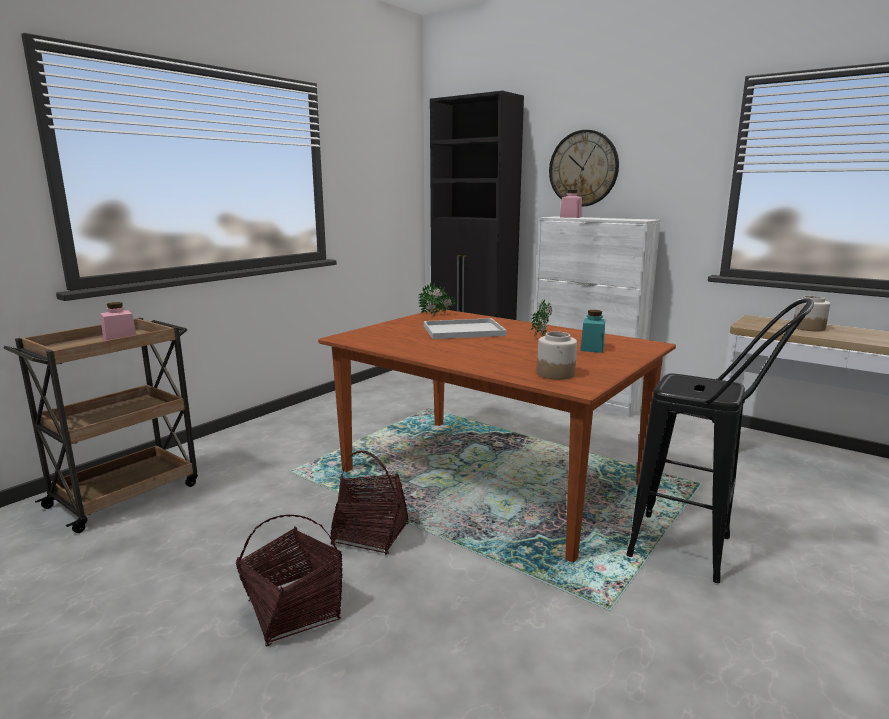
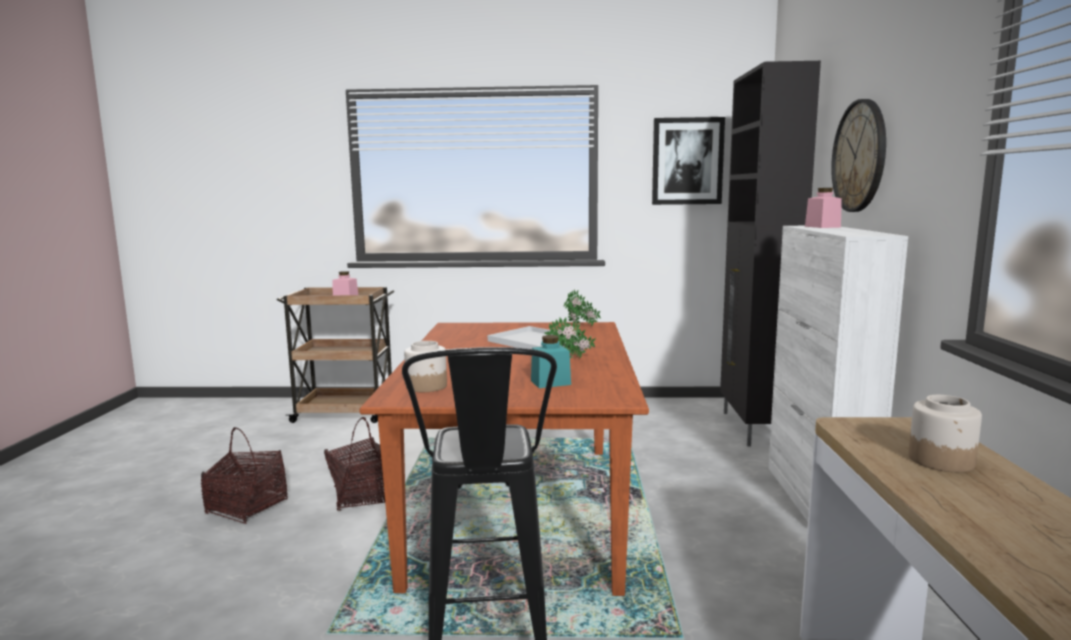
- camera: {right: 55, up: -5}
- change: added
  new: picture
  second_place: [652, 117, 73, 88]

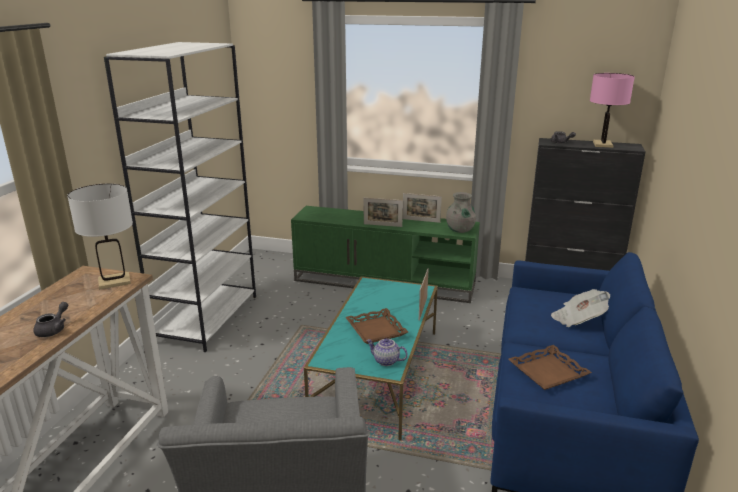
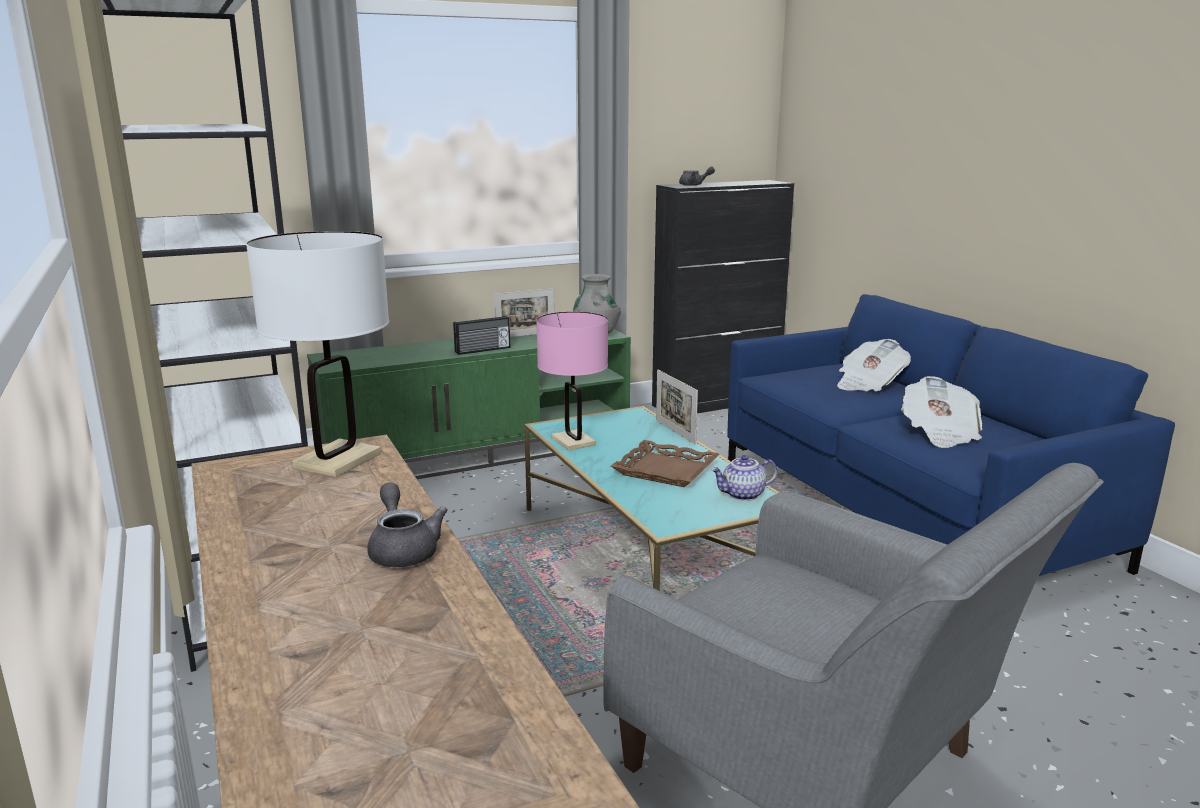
- camera: {right: -40, up: -5}
- change: replaced
  old: picture frame
  new: radio
  first_place: [364, 198, 39, 29]
  second_place: [453, 316, 57, 39]
- change: moved
  old: table lamp in pink
  first_place: [590, 73, 45, 75]
  second_place: [536, 312, 72, 138]
- change: replaced
  old: tray in brown
  new: newspaper
  first_place: [508, 345, 84, 45]
  second_place: [902, 376, 80, 72]

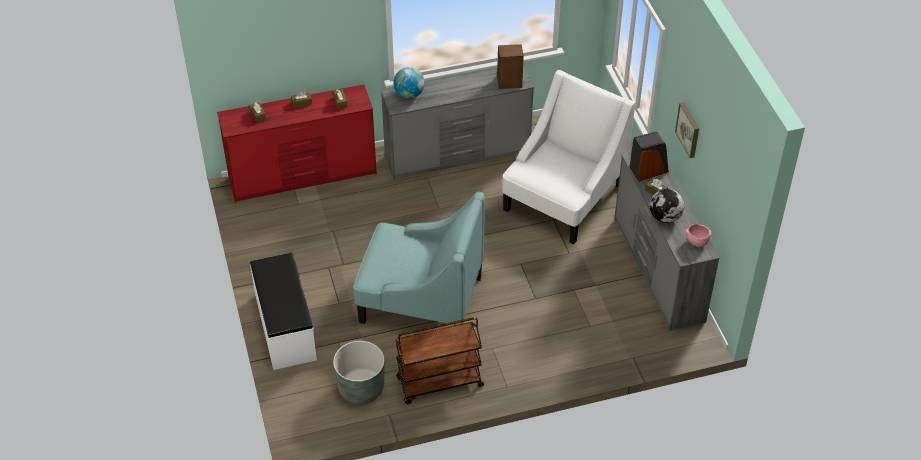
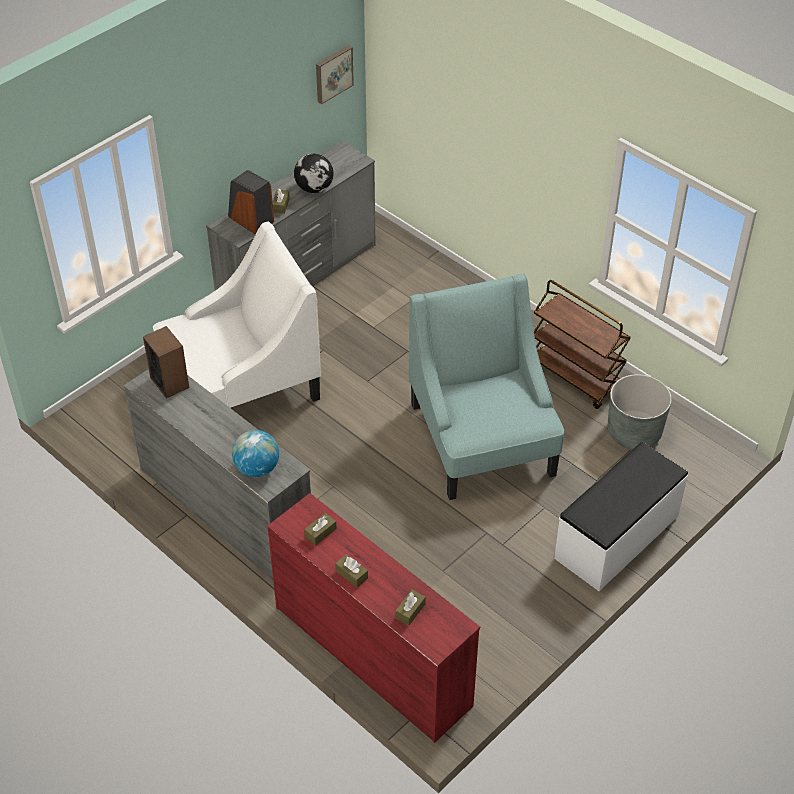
- camera: {right: -120, up: 0}
- change: turned
  old: armchair in white
  first_place: [502, 70, 133, 174]
  second_place: [153, 222, 168, 186]
  degrees: 150
- change: moved
  old: picture
  first_place: [675, 103, 24, 55]
  second_place: [316, 45, 38, 59]
- change: removed
  old: bowl in pink
  first_place: [686, 224, 25, 23]

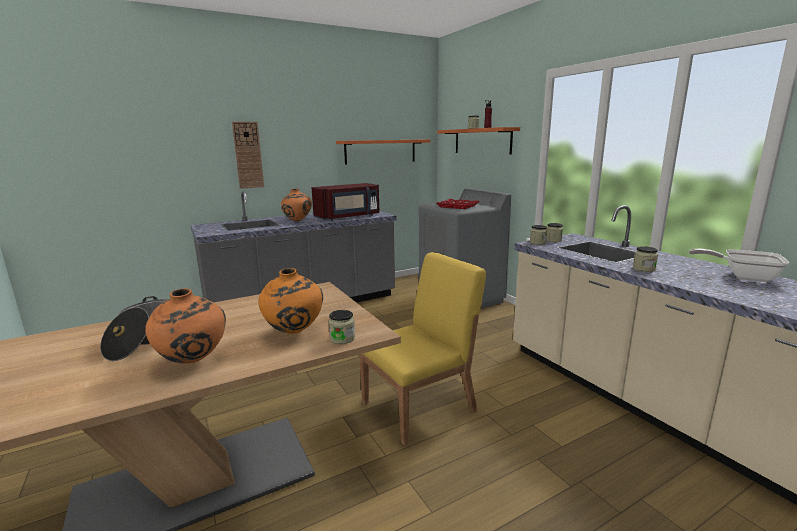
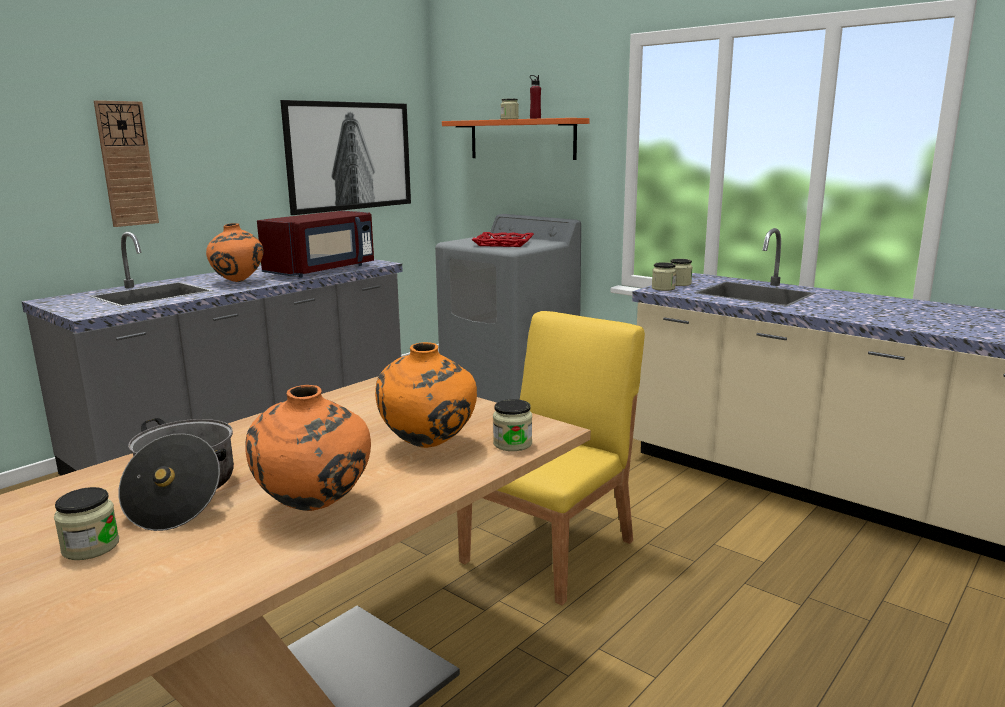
- camera: {right: -20, up: 0}
- change: moved
  old: jar
  first_place: [633, 246, 25, 26]
  second_place: [54, 487, 65, 73]
- change: replaced
  old: shelf in orange
  new: picture
  first_place: [336, 139, 95, 25]
  second_place: [280, 100, 131, 115]
- change: removed
  old: frying pan
  first_place: [689, 249, 100, 33]

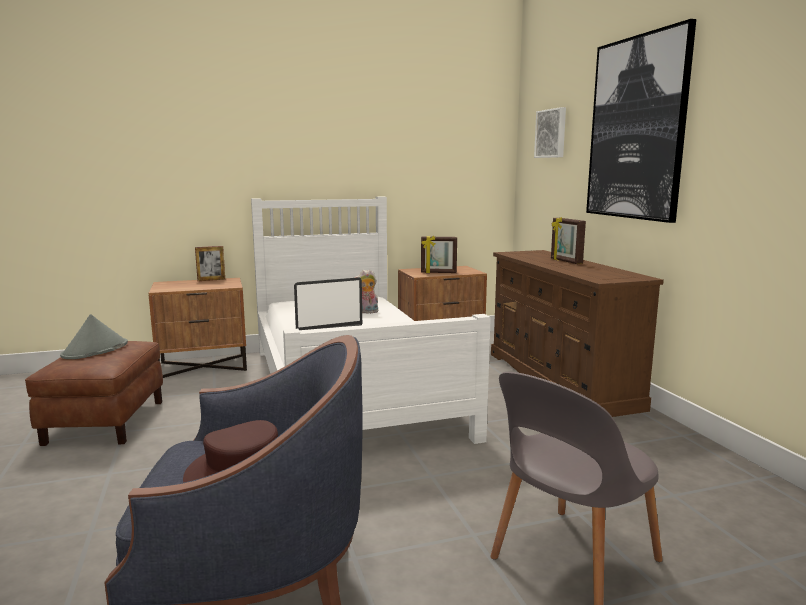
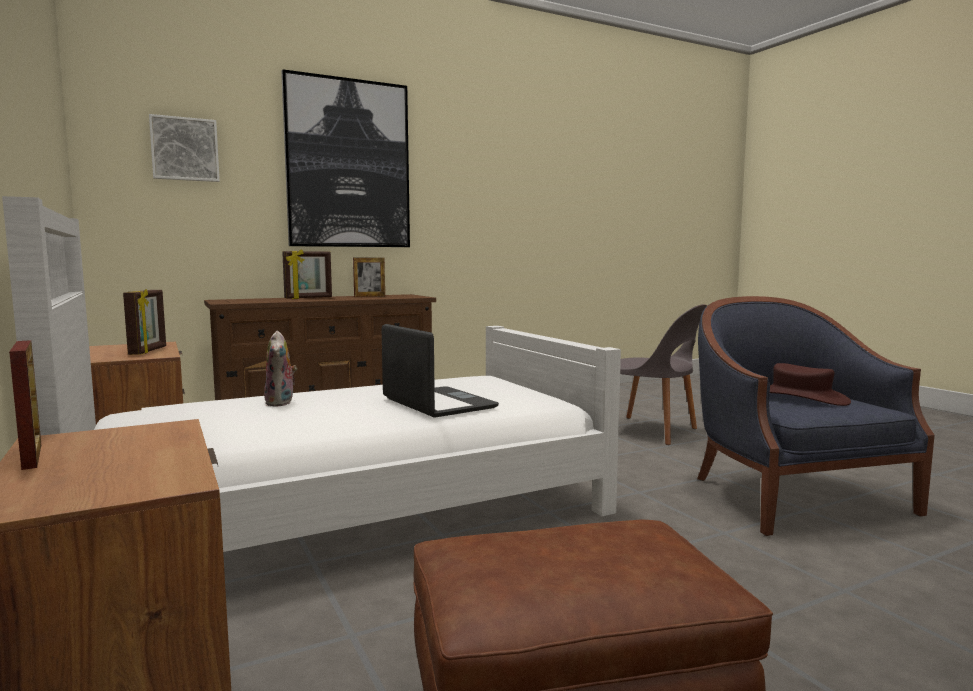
- camera: {right: -100, up: -5}
- change: added
  new: picture frame
  second_place: [353, 258, 32, 39]
- change: removed
  old: hat in grey
  first_place: [60, 314, 68, 45]

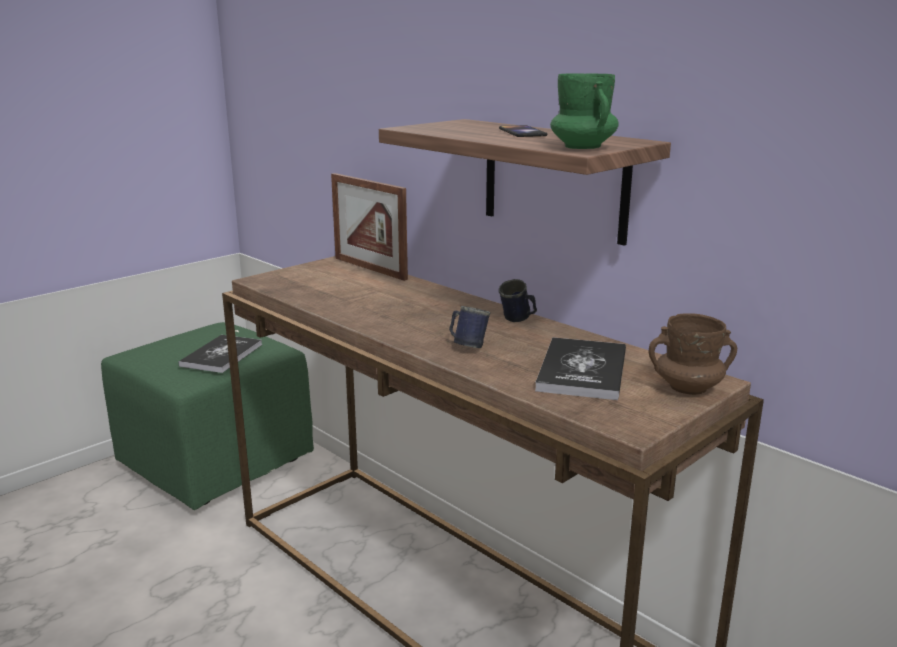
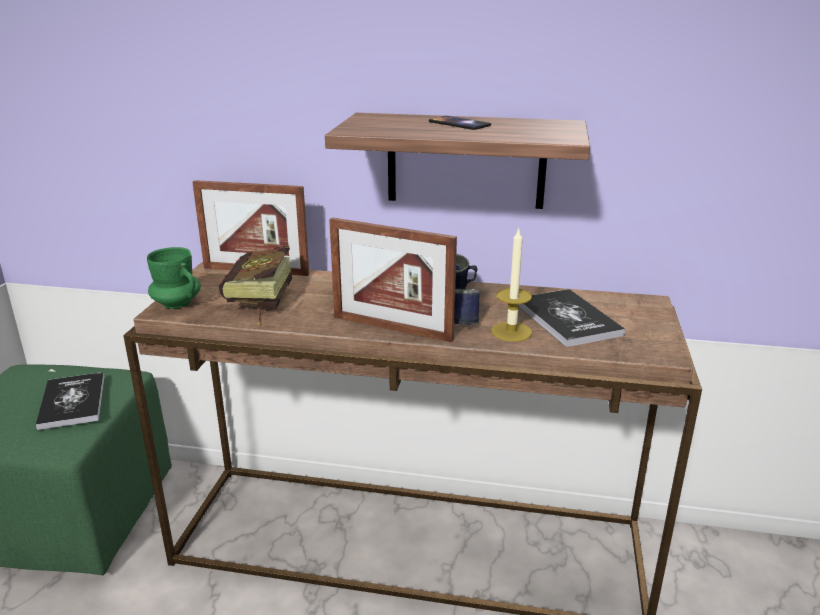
- camera: {right: -35, up: 5}
- change: moved
  old: mug in green
  first_place: [550, 73, 69, 76]
  second_place: [147, 247, 54, 62]
- change: added
  new: book
  second_place: [219, 245, 73, 80]
- change: added
  new: picture frame
  second_place: [329, 218, 128, 124]
- change: added
  new: candle
  second_place: [491, 228, 41, 114]
- change: removed
  old: mug in brown
  first_place: [649, 313, 88, 82]

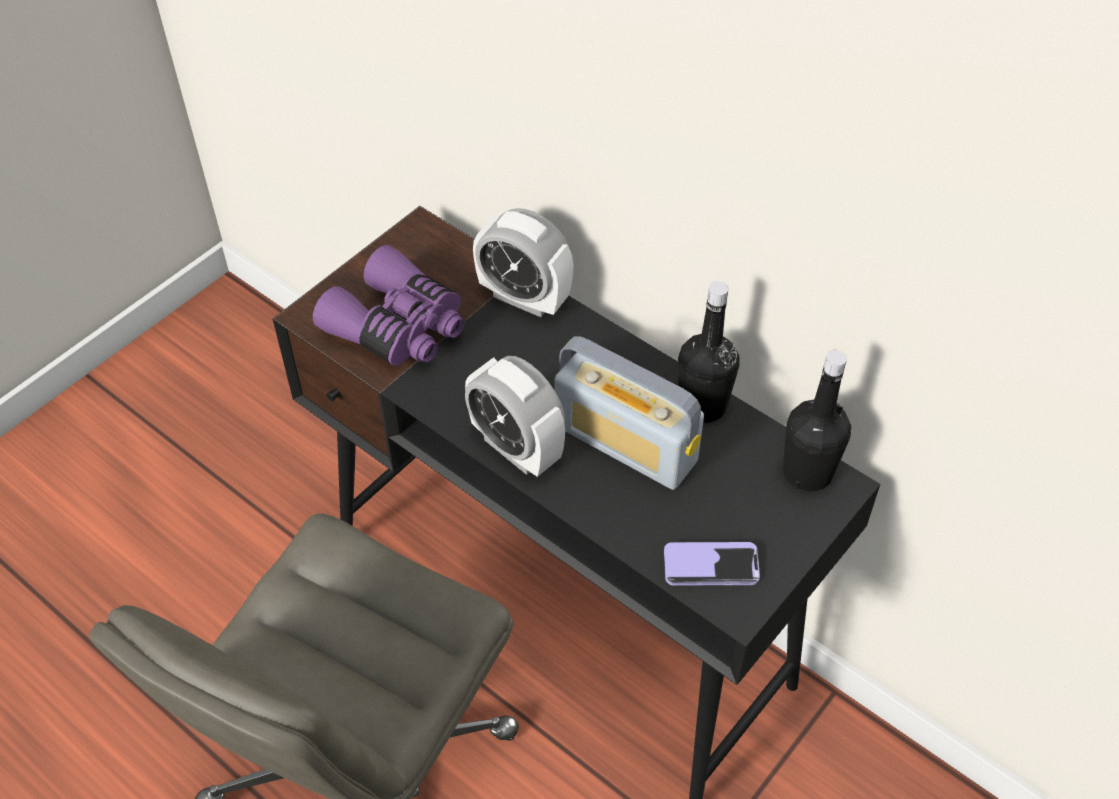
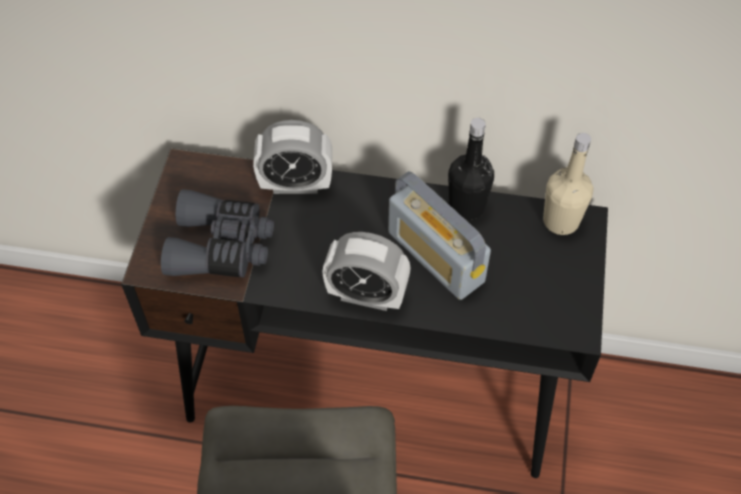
- camera: {right: -30, up: 5}
- change: recoloured
  old: binoculars in purple
  new: binoculars in grey
  first_place: [313, 245, 152, 121]
  second_place: [161, 189, 113, 89]
- change: turned
  old: radio
  first_place: [555, 336, 149, 154]
  second_place: [388, 171, 103, 129]
  degrees: 45
- change: recoloured
  old: bottle in black
  new: bottle in beige
  first_place: [783, 350, 68, 142]
  second_place: [543, 133, 50, 102]
- change: removed
  old: phone
  first_place: [664, 542, 96, 44]

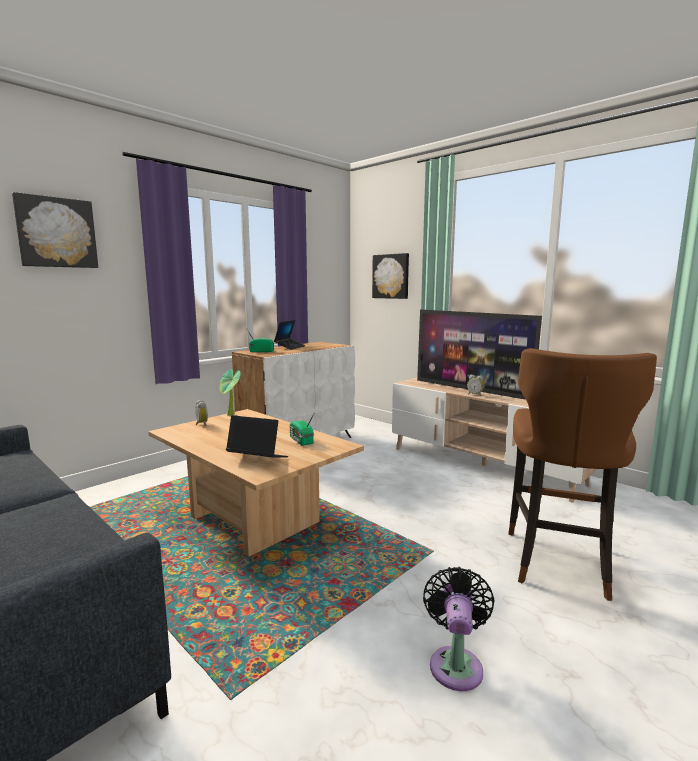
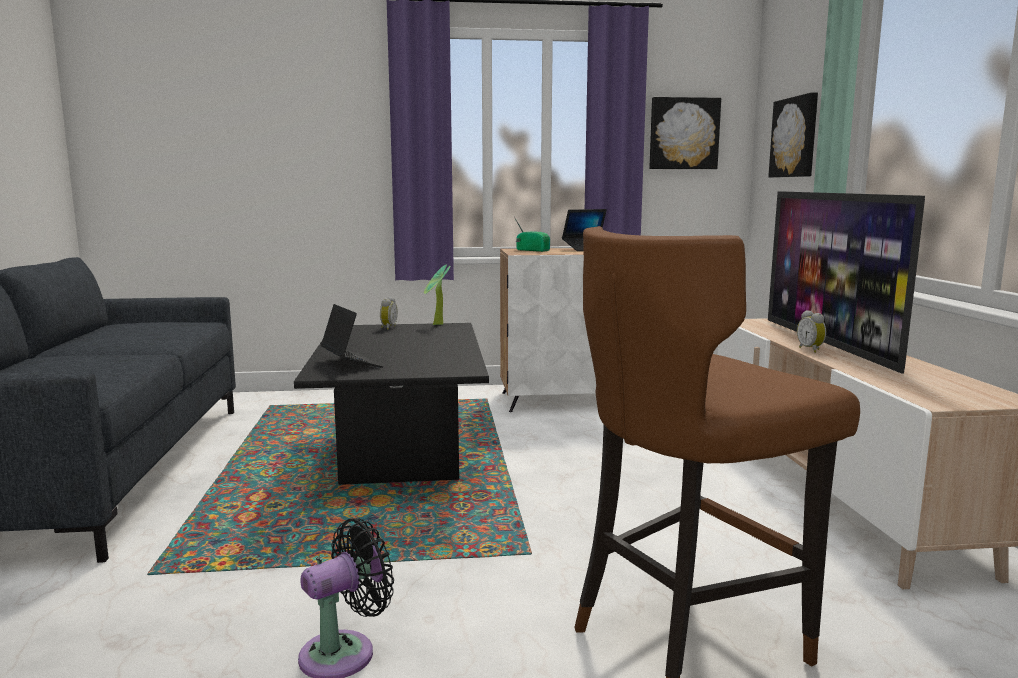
- camera: {right: 40, up: 0}
- change: recoloured
  old: coffee table in beige
  new: coffee table in black
  first_place: [148, 409, 216, 148]
  second_place: [294, 323, 195, 162]
- change: moved
  old: picture
  first_place: [12, 192, 86, 76]
  second_place: [649, 97, 72, 72]
- change: removed
  old: radio
  first_place: [290, 412, 25, 34]

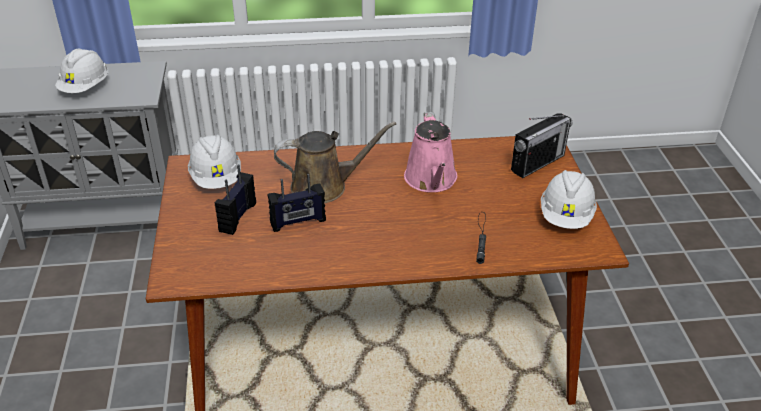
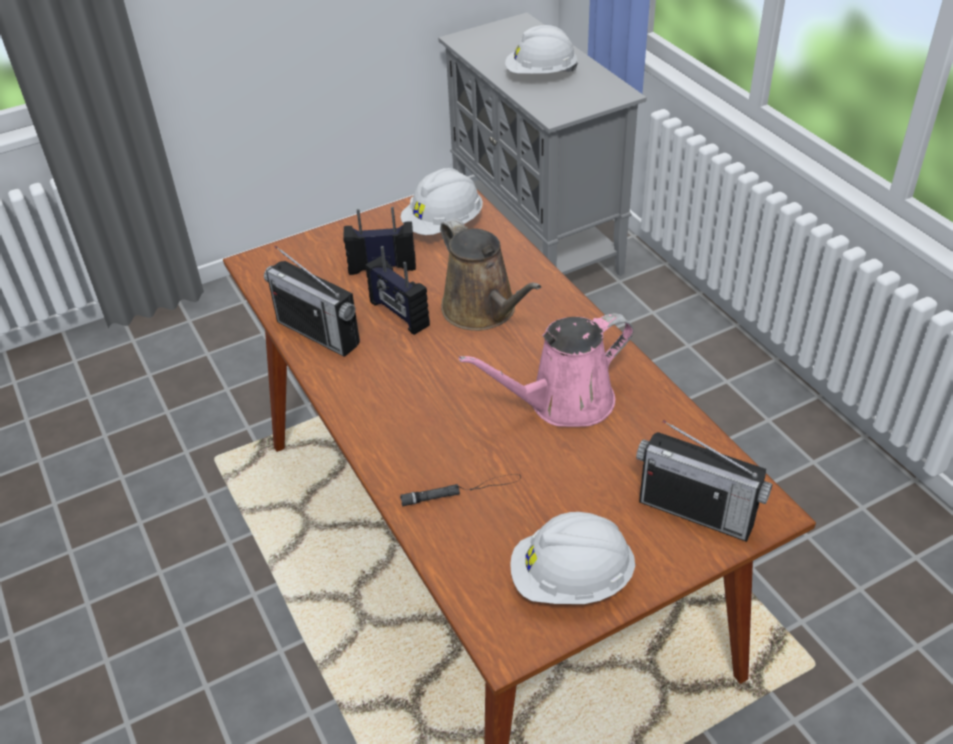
- camera: {right: 70, up: 5}
- change: added
  new: radio
  second_place: [264, 246, 96, 111]

